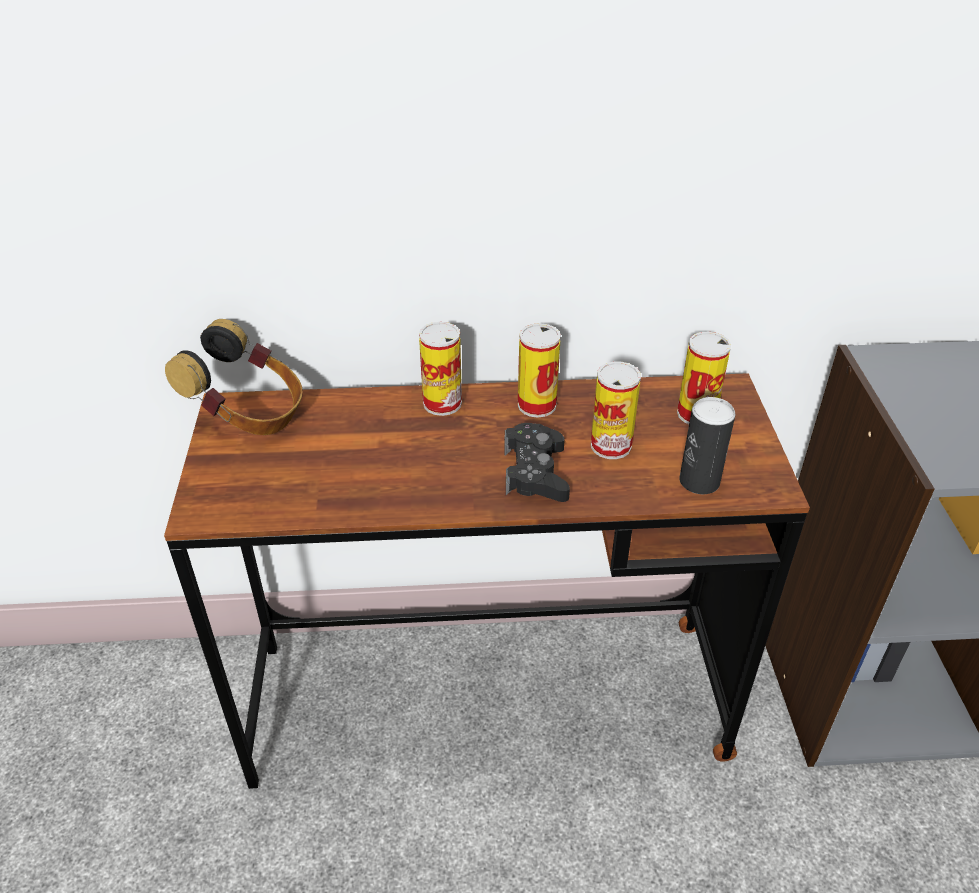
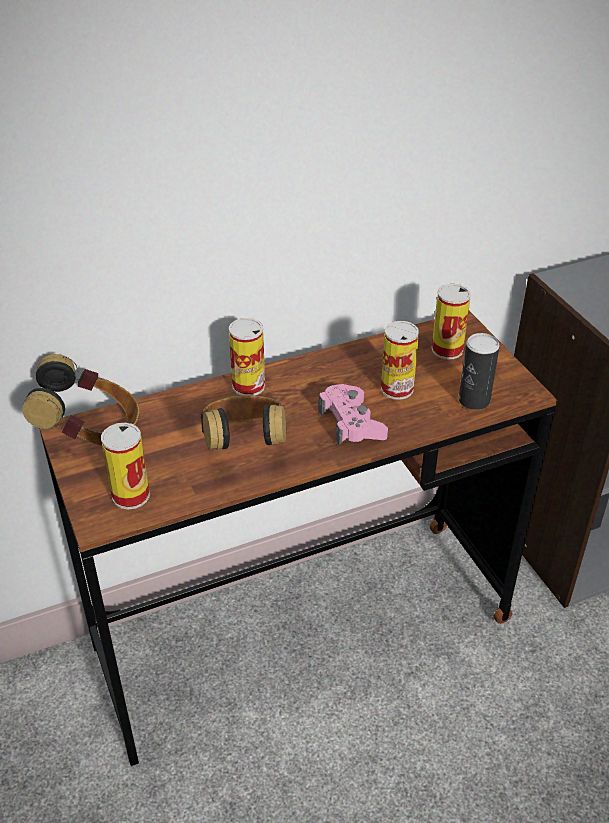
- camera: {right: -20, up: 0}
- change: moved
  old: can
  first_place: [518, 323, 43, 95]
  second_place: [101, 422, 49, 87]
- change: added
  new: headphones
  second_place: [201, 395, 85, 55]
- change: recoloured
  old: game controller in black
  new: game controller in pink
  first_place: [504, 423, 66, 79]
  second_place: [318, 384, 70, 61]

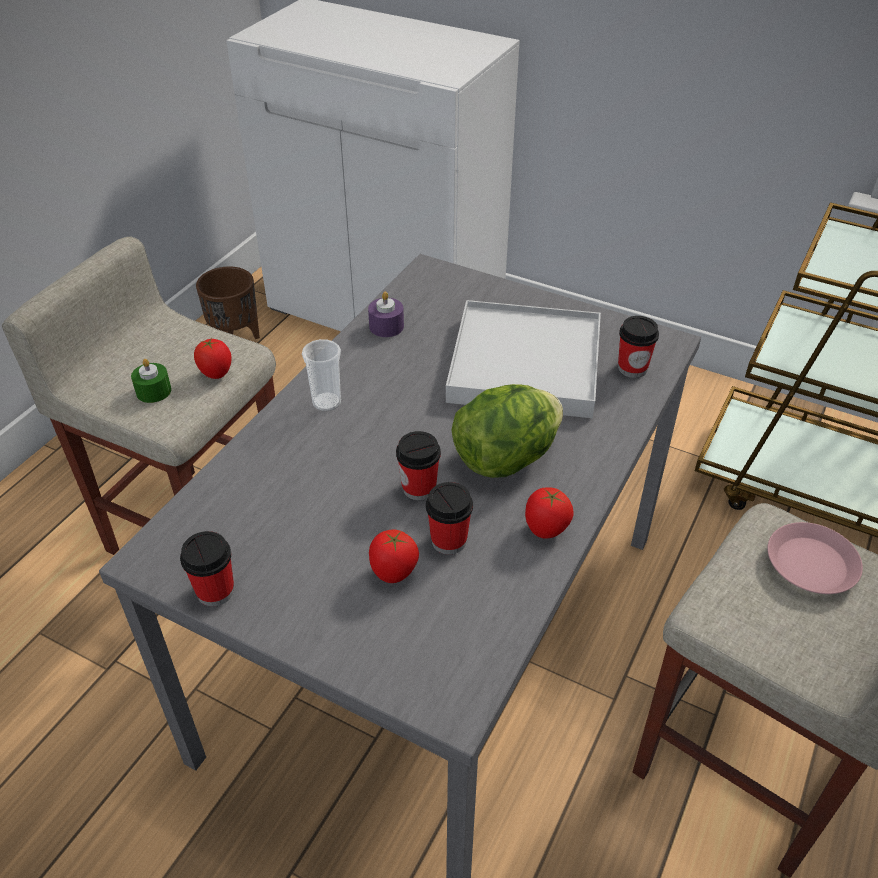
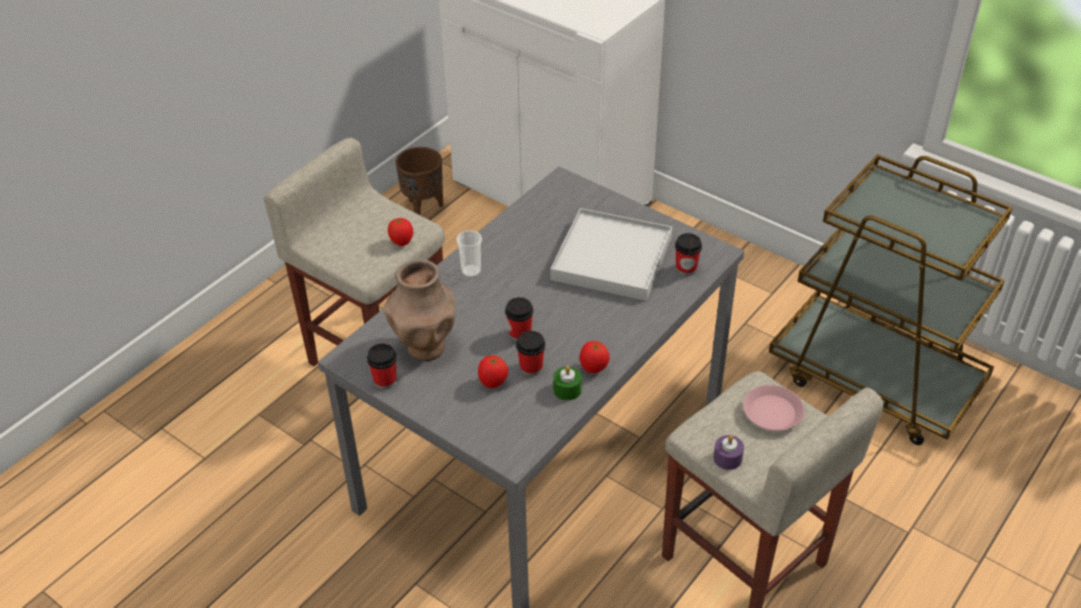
- camera: {right: 10, up: 0}
- change: added
  new: vase in brown
  second_place: [384, 259, 72, 102]
- change: moved
  old: candle in green
  first_place: [131, 359, 40, 44]
  second_place: [553, 366, 29, 34]
- change: moved
  old: candle in purple
  first_place: [368, 292, 36, 45]
  second_place: [713, 435, 31, 35]
- change: removed
  old: lettuce
  first_place: [452, 384, 111, 94]

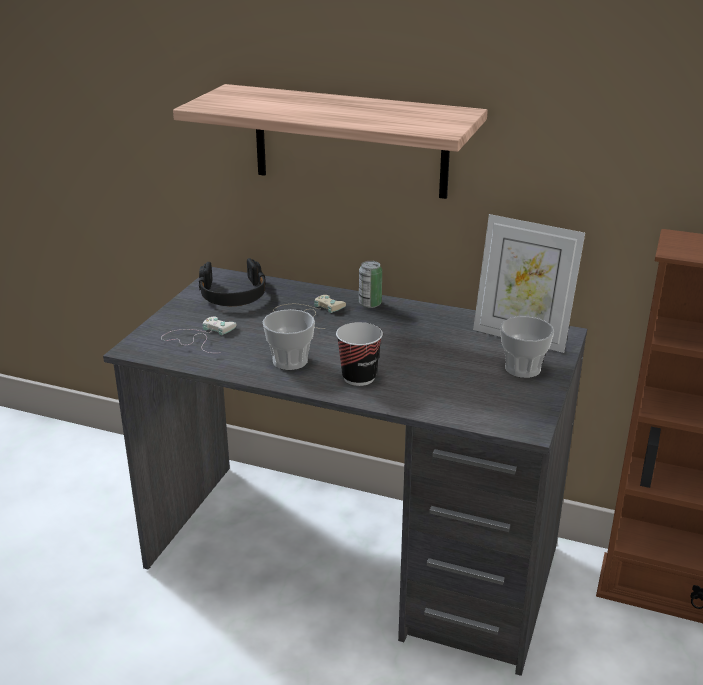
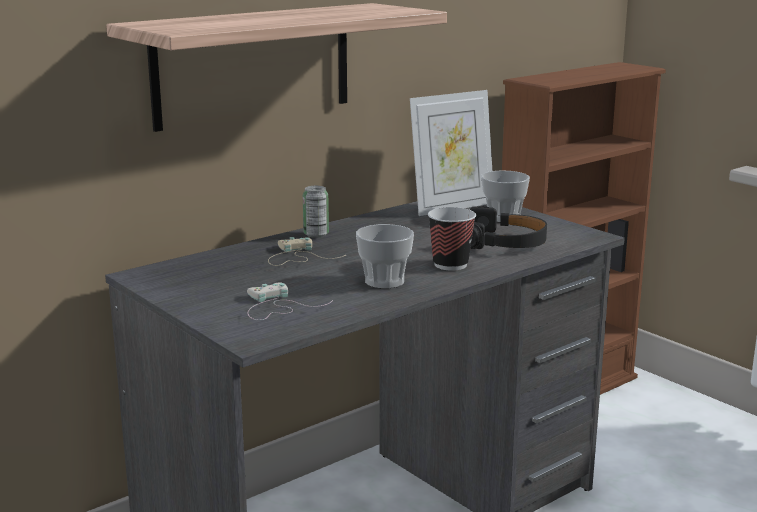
- camera: {right: -60, up: -10}
- change: moved
  old: headphones in black
  first_place: [199, 258, 67, 48]
  second_place: [470, 206, 77, 43]

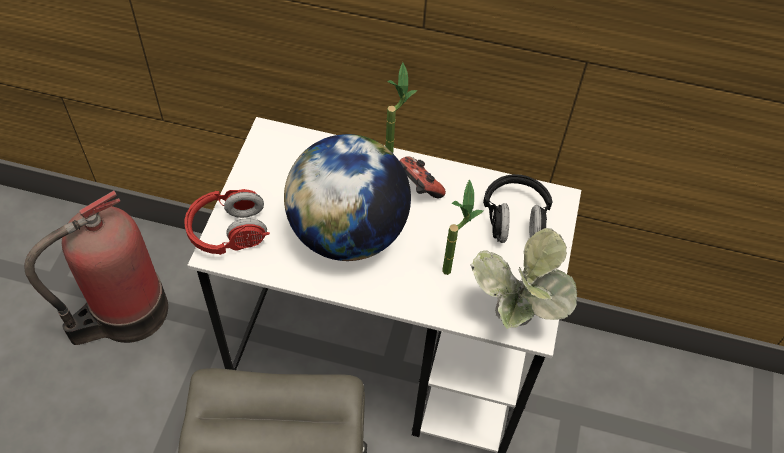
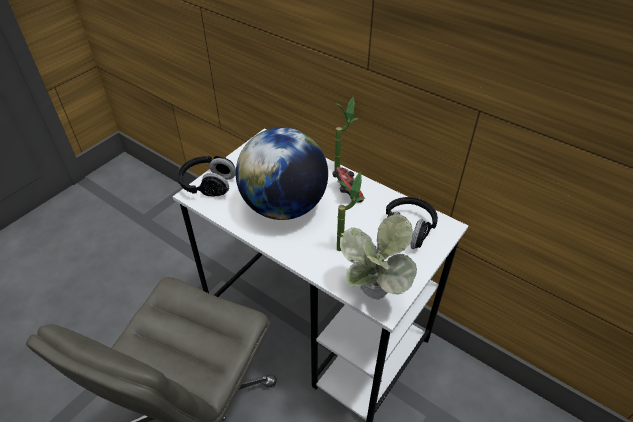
- camera: {right: 25, up: -10}
- change: recoloured
  old: headphones in red
  new: headphones in black
  first_place: [185, 189, 85, 66]
  second_place: [178, 156, 58, 41]
- change: removed
  old: fire extinguisher
  first_place: [24, 191, 144, 154]

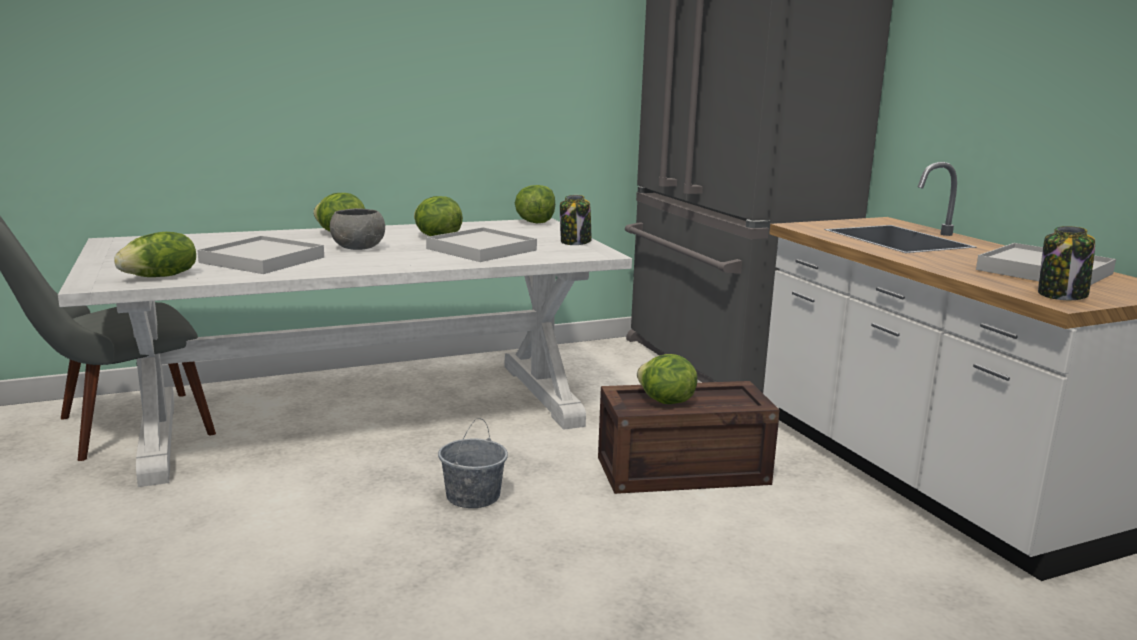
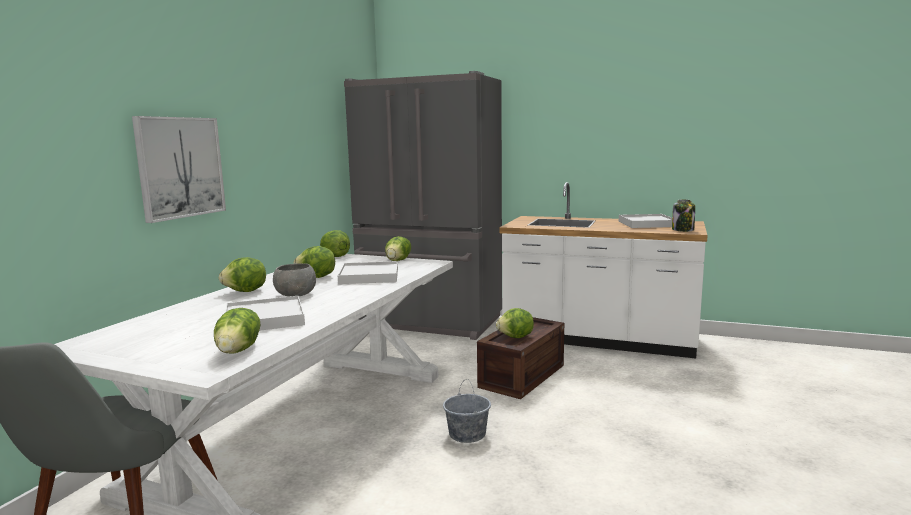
- camera: {right: -45, up: -5}
- change: added
  new: picture
  second_place: [132, 116, 94, 107]
- change: replaced
  old: jar
  new: lettuce
  first_place: [560, 195, 31, 50]
  second_place: [385, 236, 26, 25]

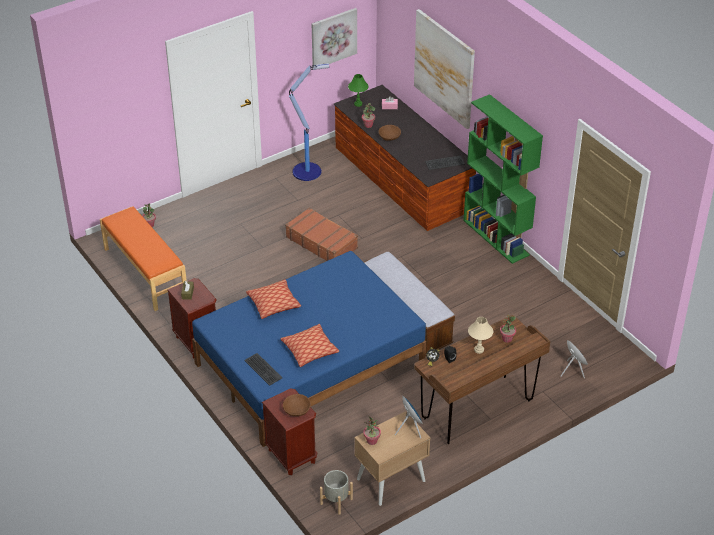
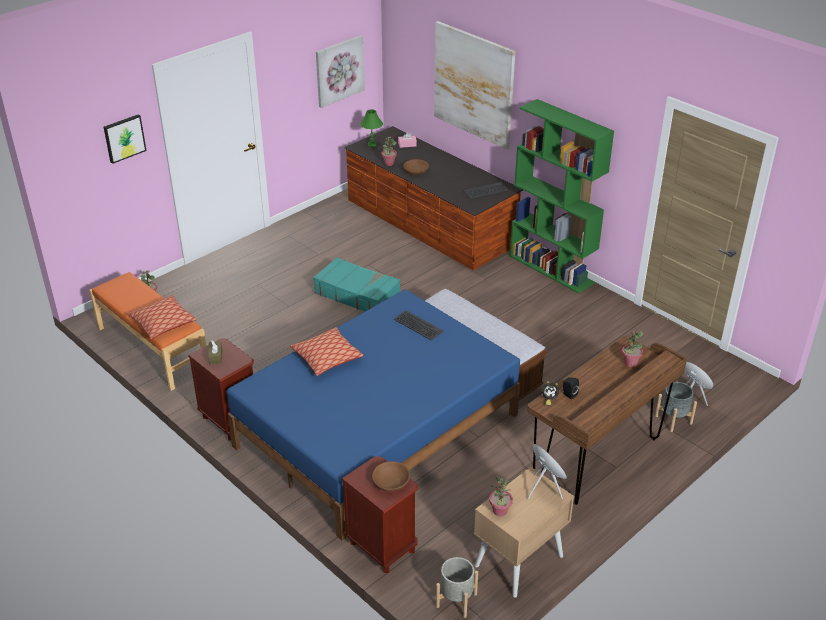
- camera: {right: -10, up: -5}
- change: added
  new: picture
  second_place: [104, 114, 43, 50]
- change: moved
  old: pillow
  first_place: [280, 324, 59, 43]
  second_place: [128, 295, 68, 44]
- change: recoloured
  old: suitcase in brown
  new: suitcase in turquoise
  first_place: [285, 208, 73, 53]
  second_place: [313, 257, 87, 54]
- change: moved
  old: keyboard
  first_place: [244, 353, 38, 33]
  second_place: [394, 310, 49, 30]
- change: added
  new: planter in grey
  second_place: [655, 382, 42, 50]
- change: removed
  old: floor lamp
  first_place: [289, 63, 40, 118]
- change: removed
  old: table lamp in beige
  first_place: [468, 317, 25, 37]

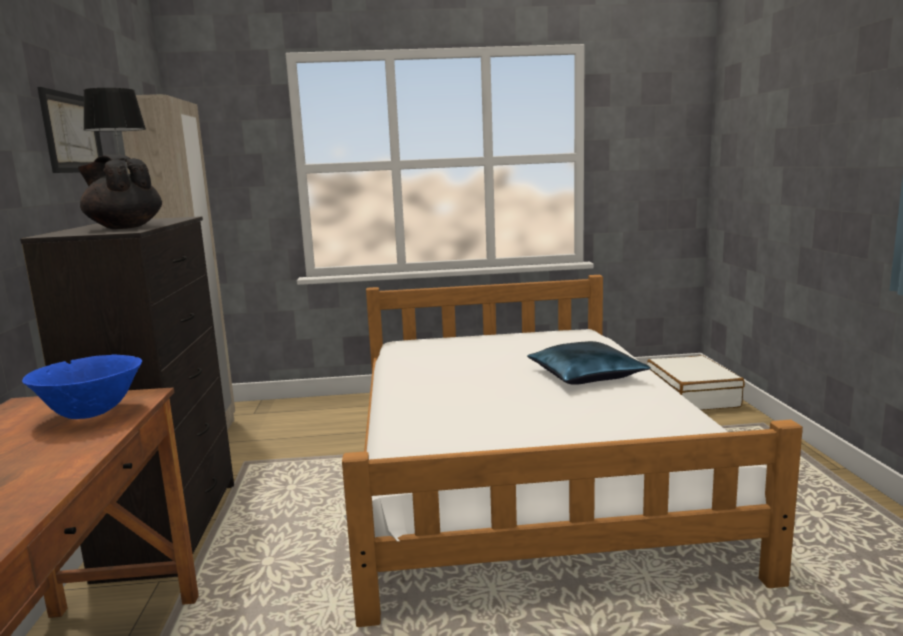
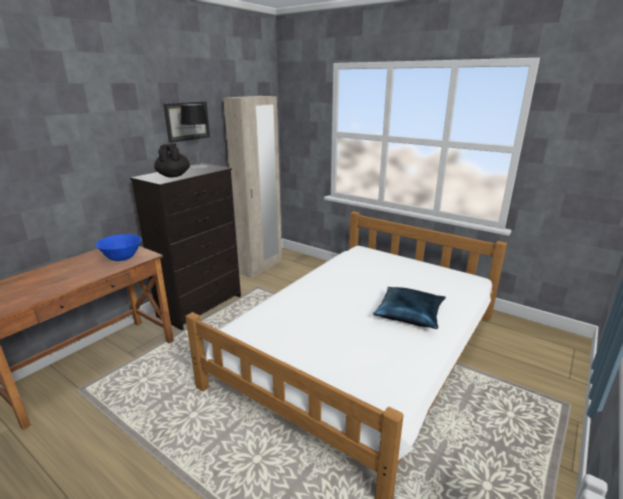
- camera: {right: 40, up: 10}
- change: removed
  old: suitcase in white
  first_place: [647, 355, 98, 55]

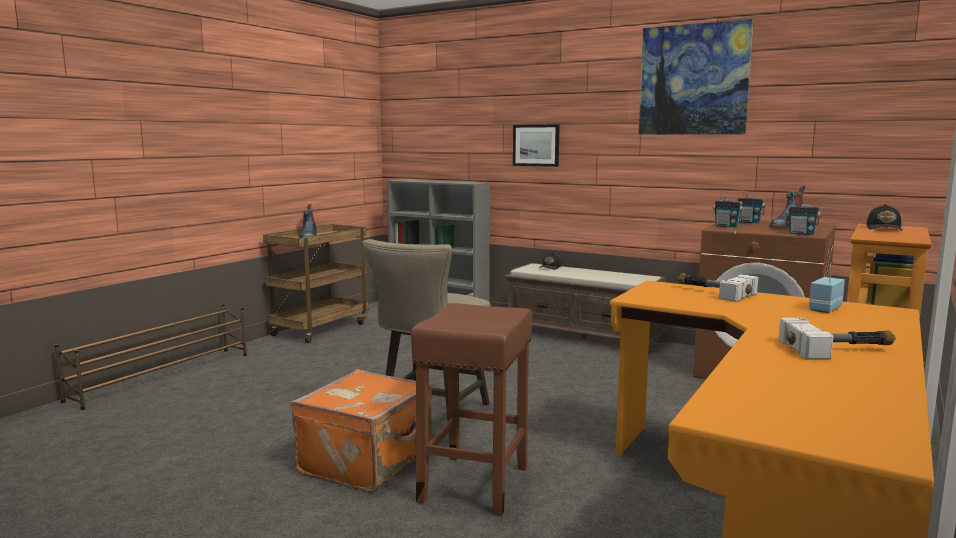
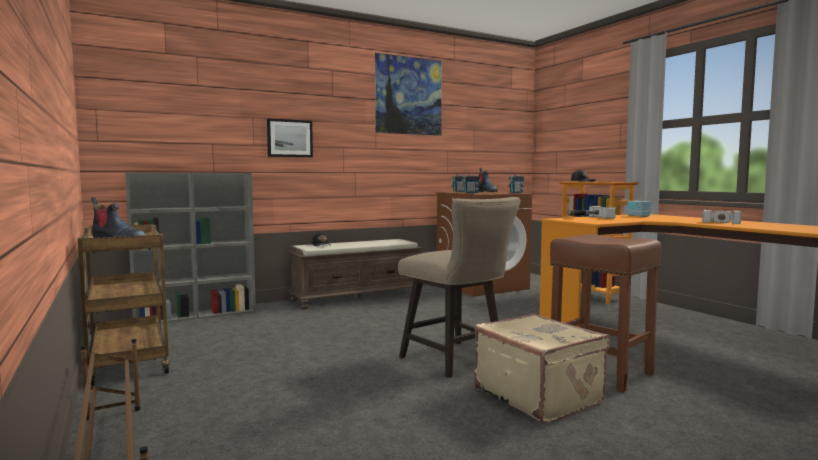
- camera: {right: -60, up: -5}
- change: recoloured
  old: suitcase in orange
  new: suitcase in beige
  first_place: [291, 369, 141, 123]
  second_place: [474, 314, 136, 109]

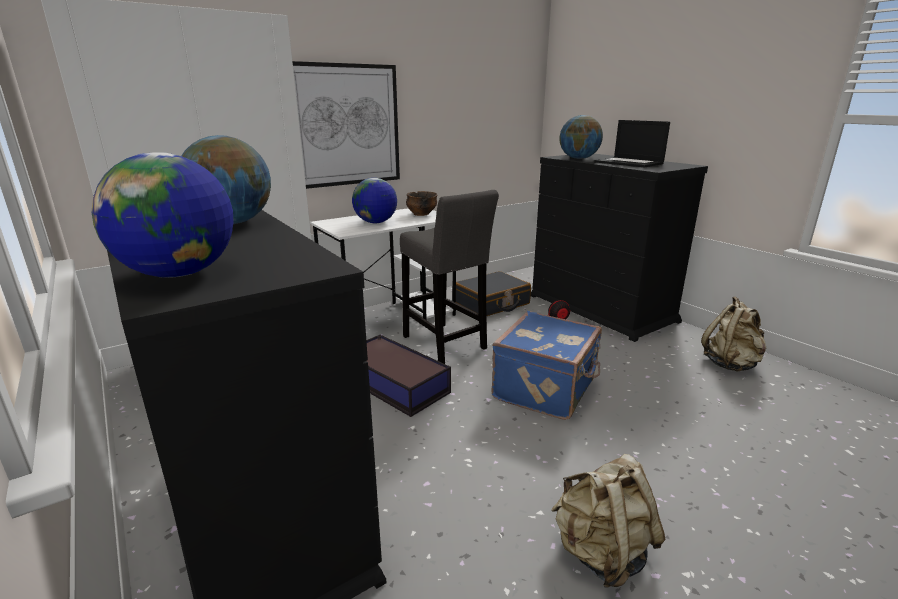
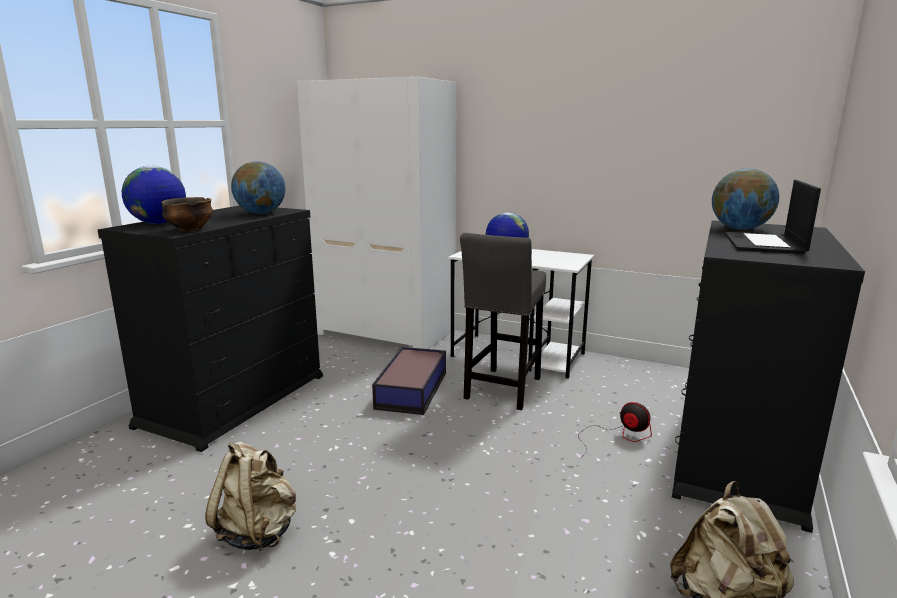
- camera: {right: 60, up: -5}
- change: moved
  old: bowl
  first_place: [406, 191, 31, 25]
  second_place: [161, 197, 52, 34]
- change: removed
  old: picture
  first_place: [292, 61, 108, 128]
- change: removed
  old: suitcase in black
  first_place: [456, 271, 75, 45]
- change: removed
  old: suitcase in blue
  first_place: [492, 311, 110, 109]

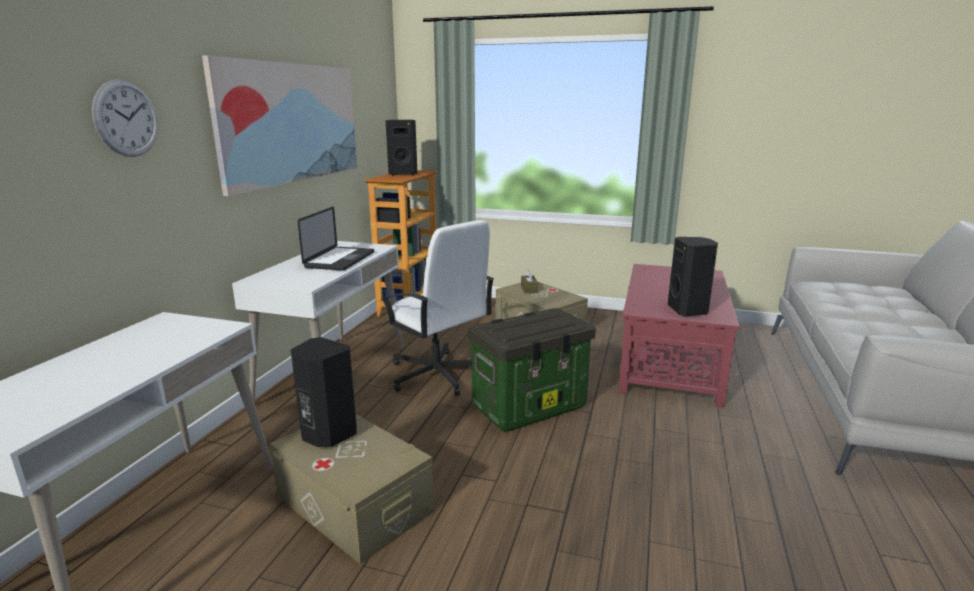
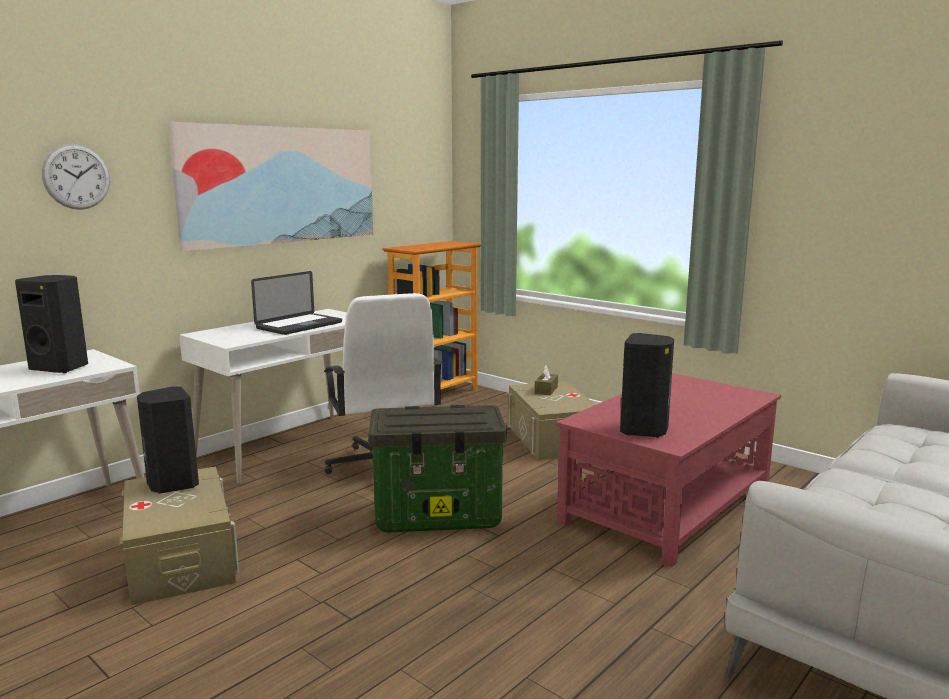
- camera: {right: 25, up: -5}
- change: moved
  old: speaker in black
  first_place: [386, 120, 32, 56]
  second_place: [15, 275, 73, 98]

